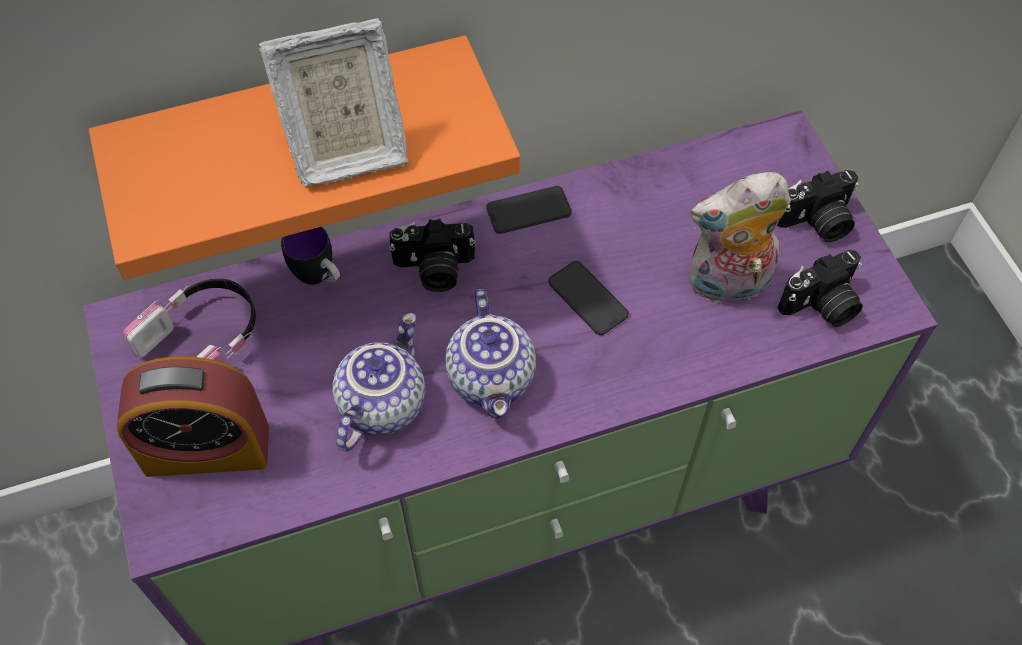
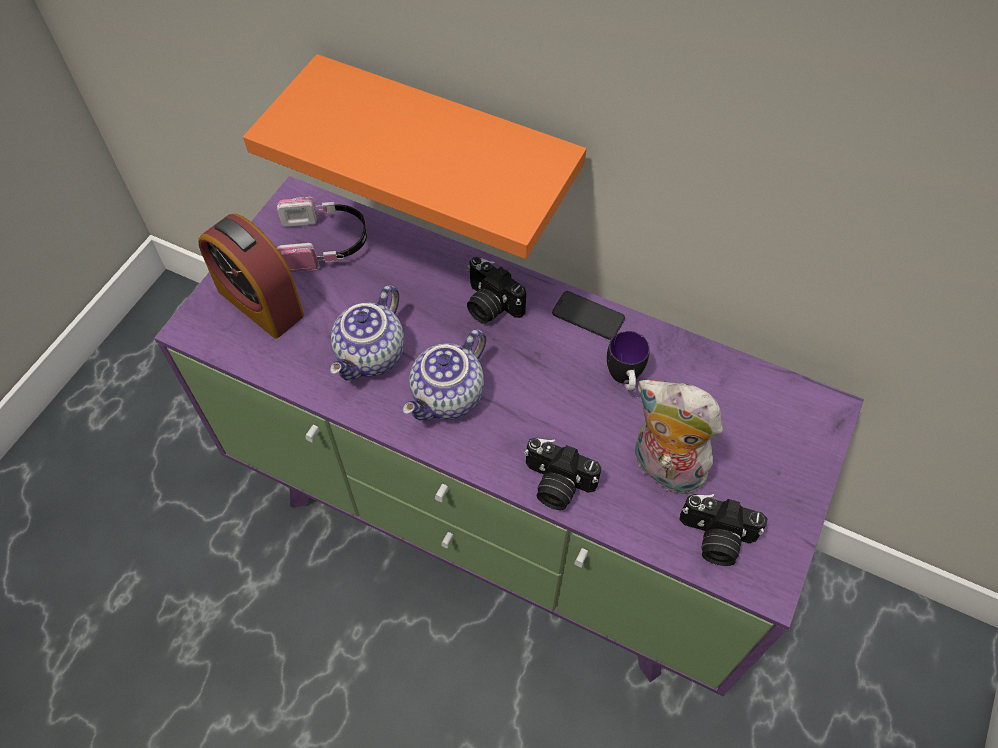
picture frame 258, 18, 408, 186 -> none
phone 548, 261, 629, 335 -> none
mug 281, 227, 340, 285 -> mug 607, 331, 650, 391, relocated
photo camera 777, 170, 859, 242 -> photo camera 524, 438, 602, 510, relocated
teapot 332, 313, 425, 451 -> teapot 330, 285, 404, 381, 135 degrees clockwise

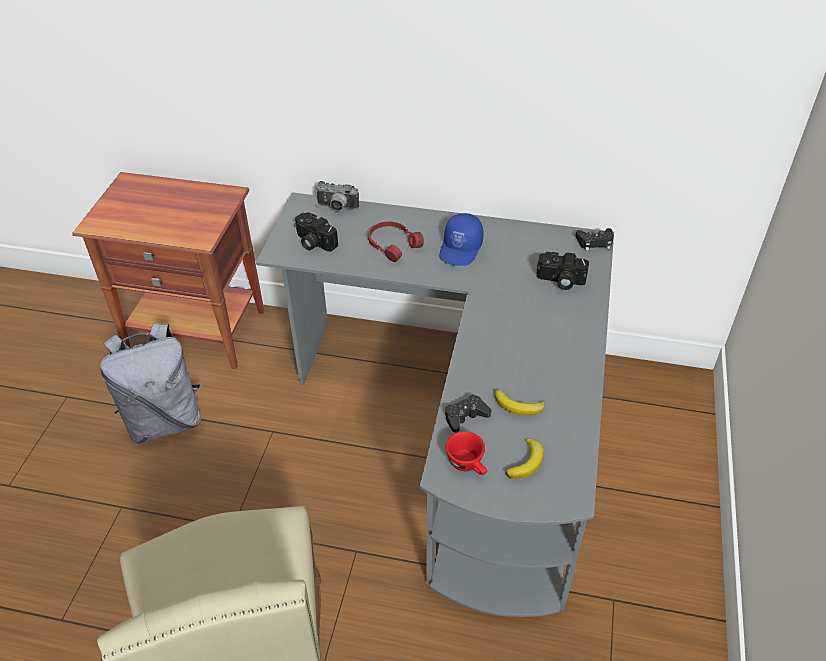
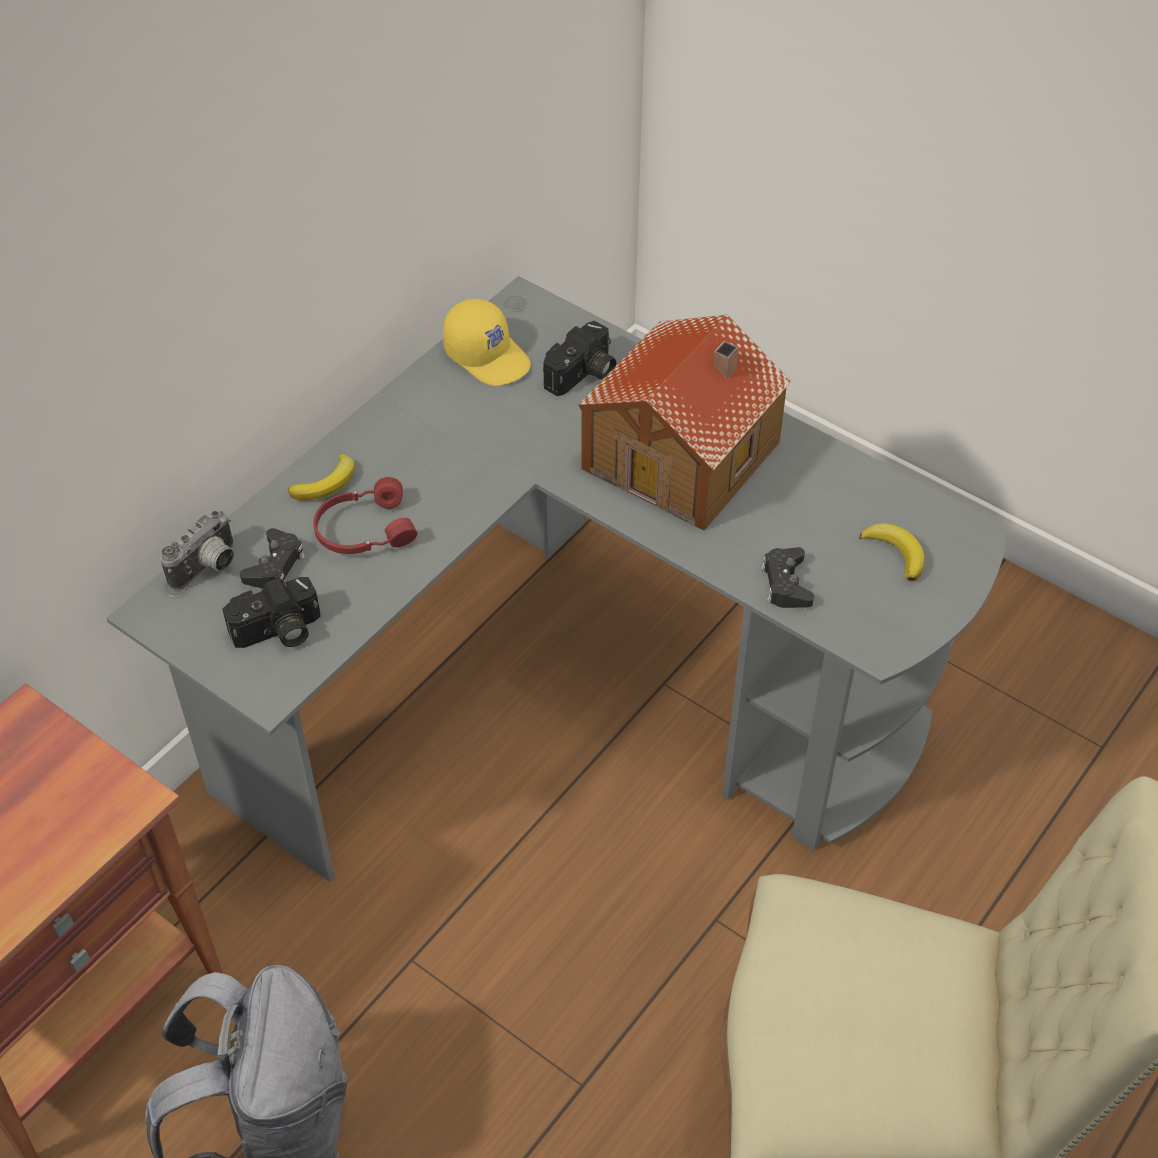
cap in blue 439, 213, 484, 266 -> none
cup in red 446, 431, 487, 475 -> none
none -> cap in yellow 443, 299, 531, 386
none -> toy house 578, 315, 792, 530
banana 495, 389, 545, 415 -> banana 288, 454, 355, 501, relocated
game controller in black 575, 228, 614, 251 -> game controller in black 240, 528, 305, 589, relocated

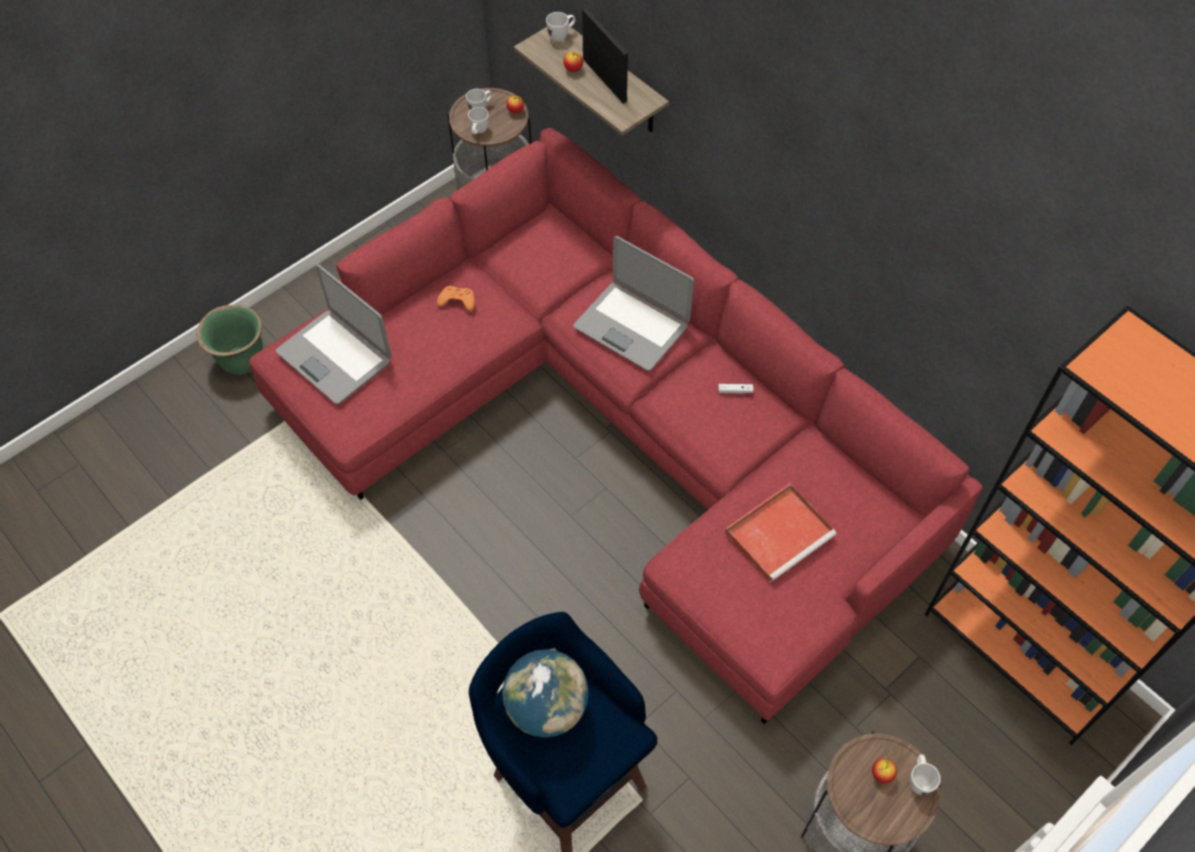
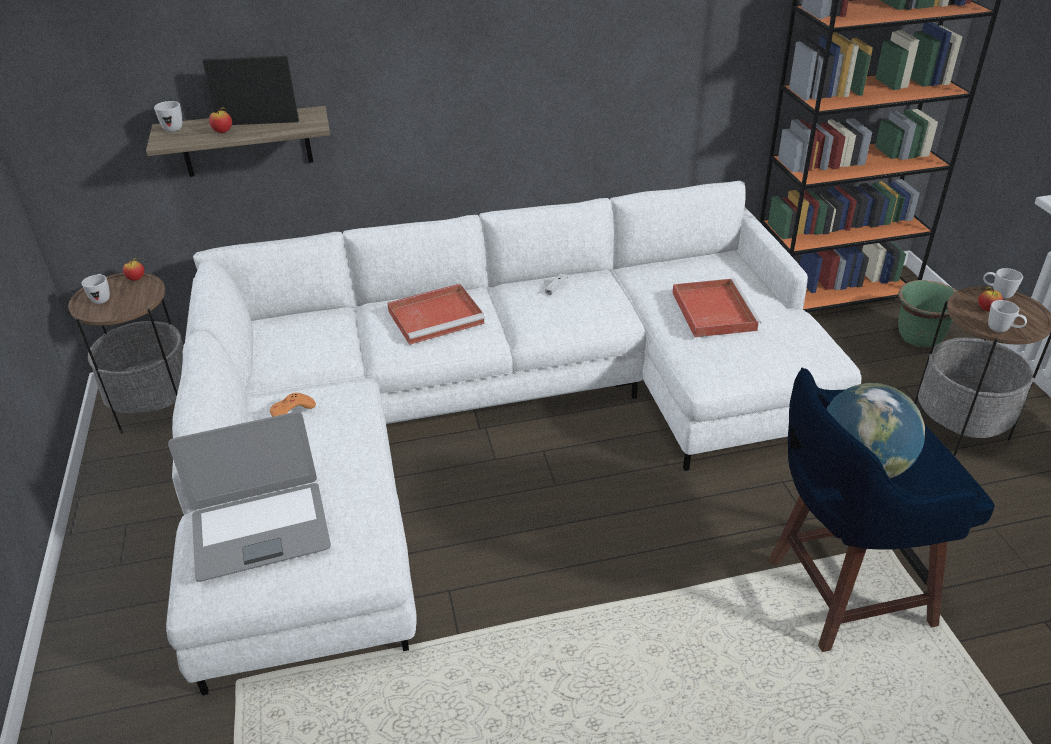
planter in green 196, 305, 263, 375 -> planter in green 898, 280, 957, 348, relocated
mug in white 468, 107, 489, 134 -> mug in white 988, 300, 1027, 332, relocated
laptop 574, 236, 694, 371 -> tray in red 387, 284, 485, 345
sofa in red 249, 128, 983, 724 -> sofa in white 166, 181, 862, 696

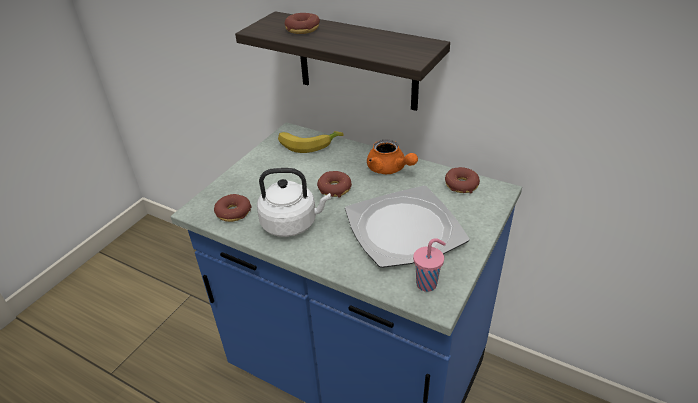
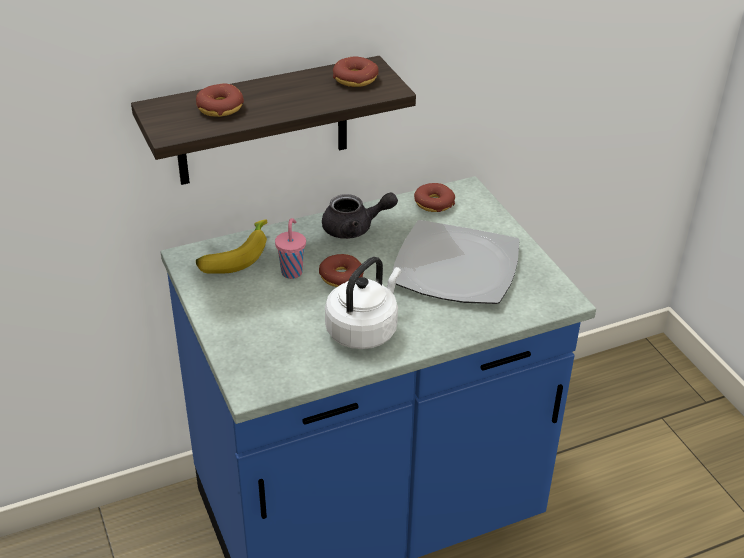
donut 214, 194, 252, 222 -> donut 333, 57, 379, 87, relocated
cup in pink 413, 238, 446, 292 -> cup in pink 275, 218, 306, 279, relocated
teapot in orange 367, 140, 418, 174 -> teapot in grey 322, 192, 398, 239

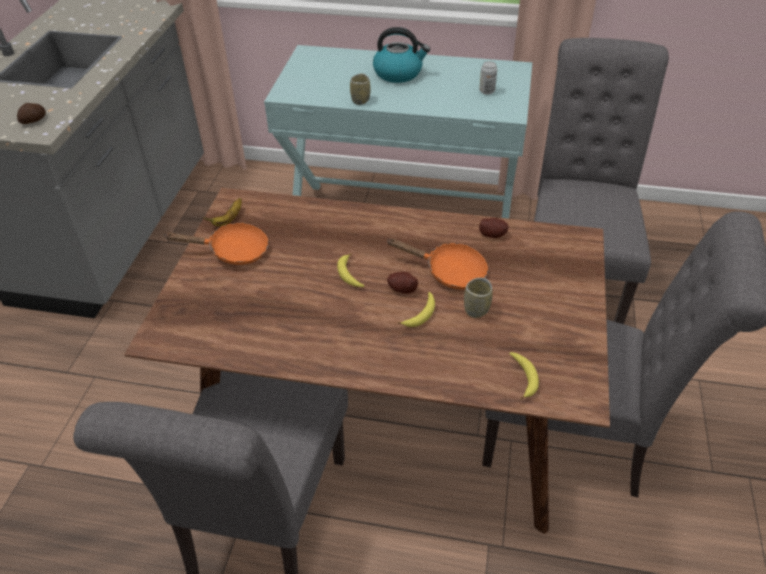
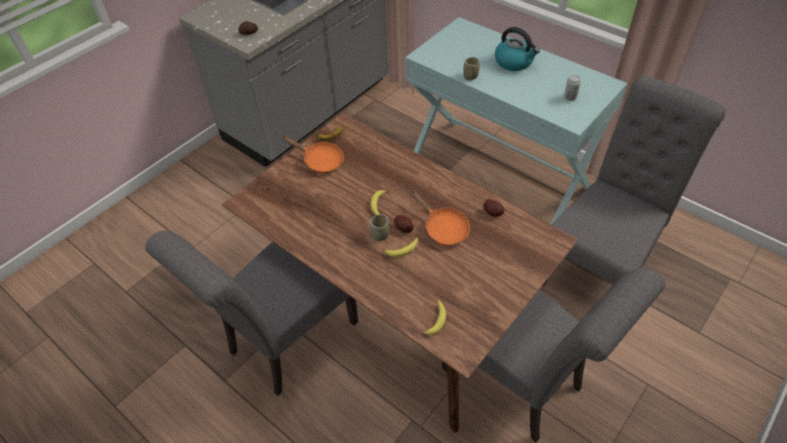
cup 464, 278, 492, 318 -> cup 369, 214, 389, 241, relocated

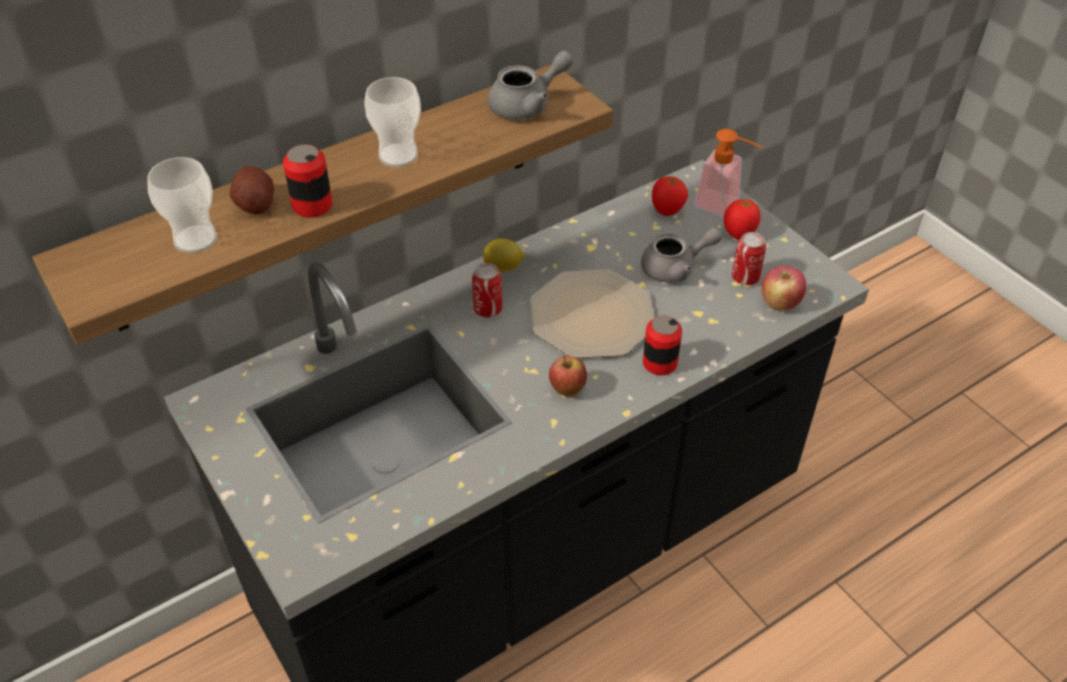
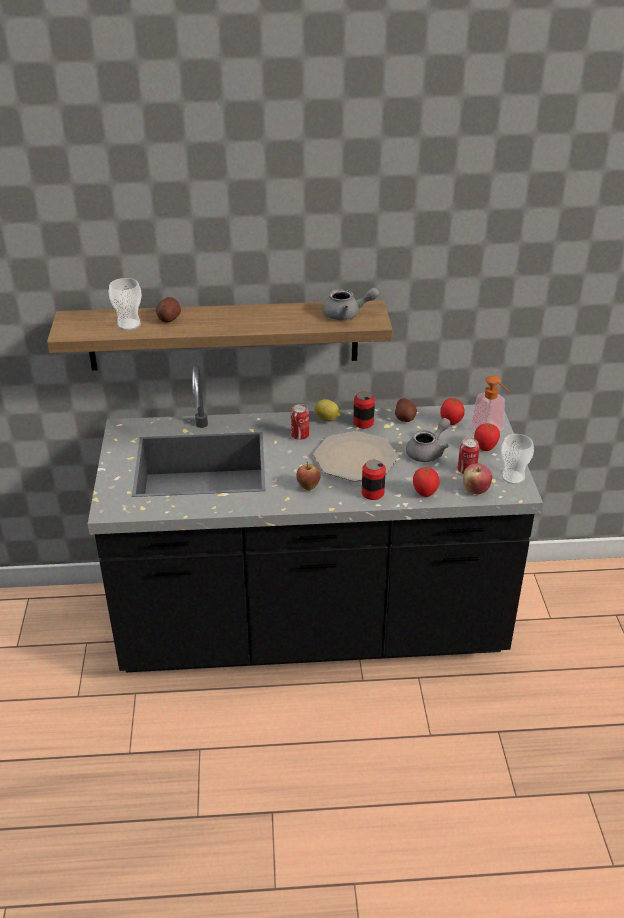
none -> potato 395, 398, 417, 422
none -> tomato 413, 467, 440, 497
can 283, 144, 333, 218 -> can 353, 392, 375, 429, relocated
cup 364, 77, 421, 167 -> cup 501, 434, 534, 484, relocated
teapot in grey 641, 227, 723, 283 -> teapot in grey 406, 418, 451, 462, 60 degrees counterclockwise

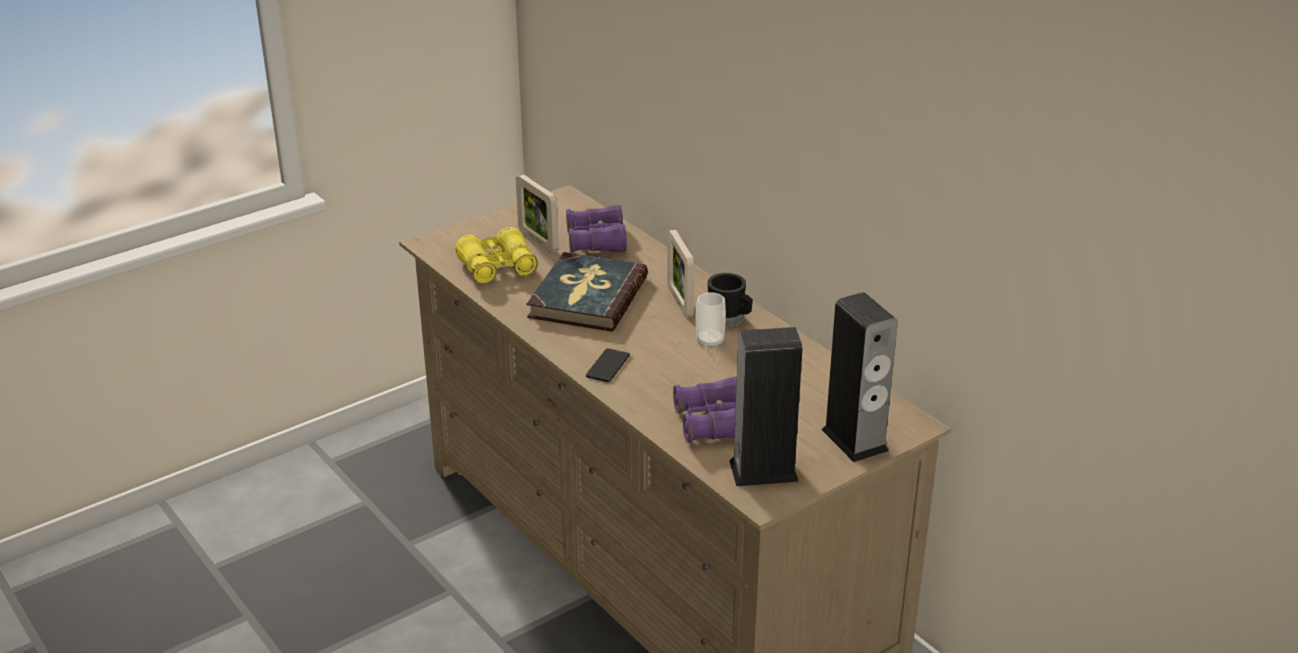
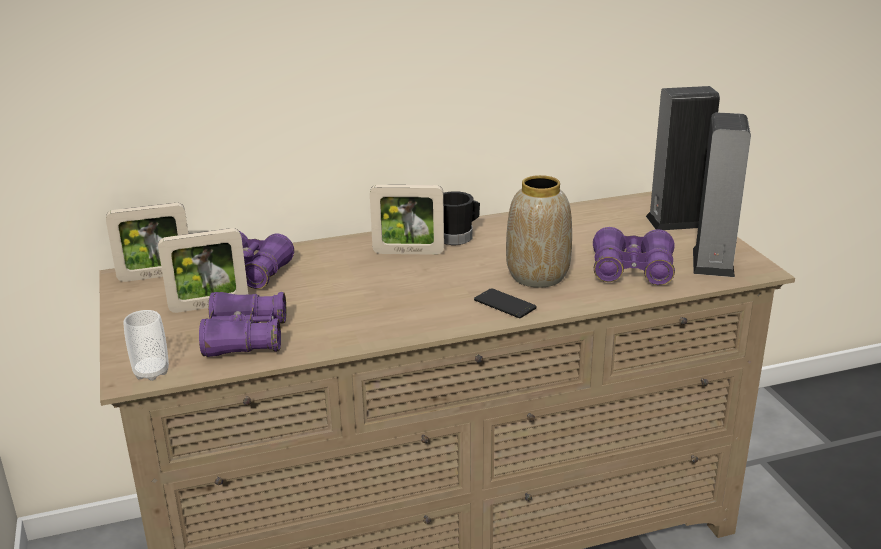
book 527, 252, 648, 332 -> none
none -> picture frame 106, 203, 188, 282
none -> vase 506, 175, 572, 288
cup 696, 292, 726, 348 -> cup 123, 310, 169, 381, relocated
binoculars in yellow 455, 227, 538, 284 -> binoculars in purple 199, 292, 286, 357

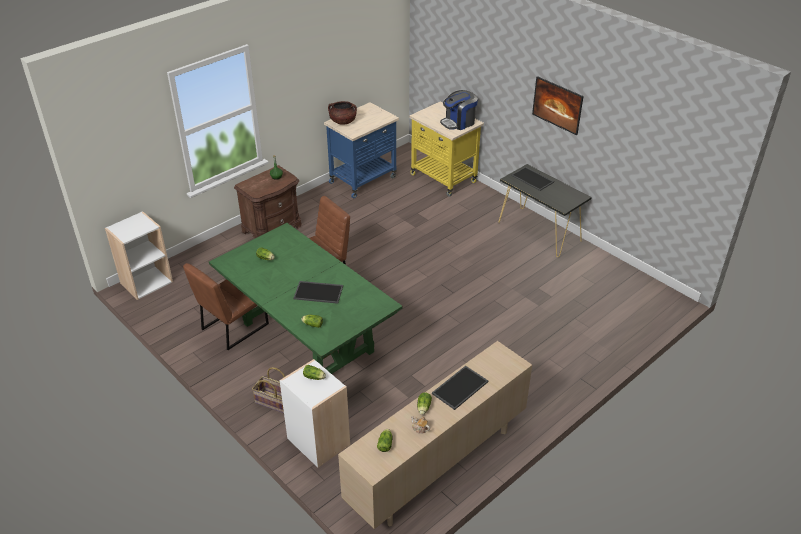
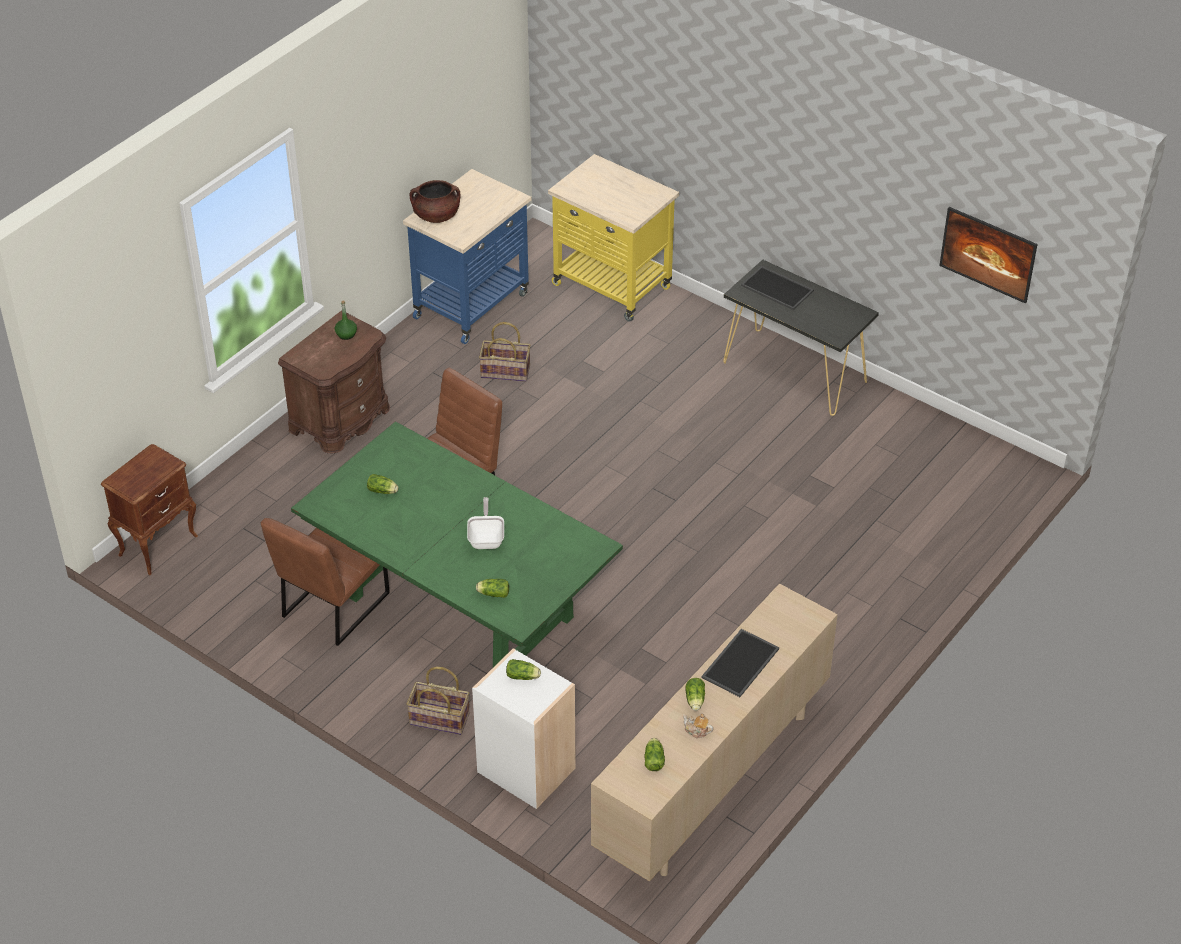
coffee machine 440, 90, 478, 130 -> none
none -> basket 479, 322, 531, 382
picture 532, 76, 583, 135 -> picture 939, 207, 1038, 304, relocated
bookcase in white 105, 211, 173, 300 -> nightstand in brown 101, 444, 198, 576
tray 293, 281, 343, 304 -> frying pan 467, 497, 504, 549

